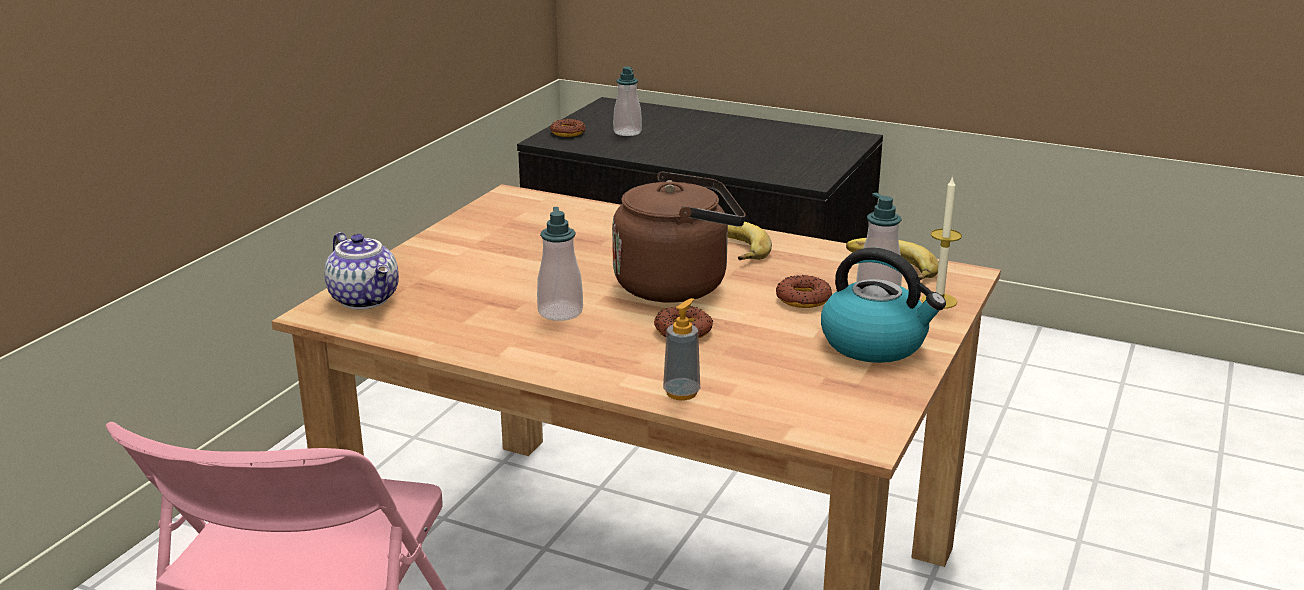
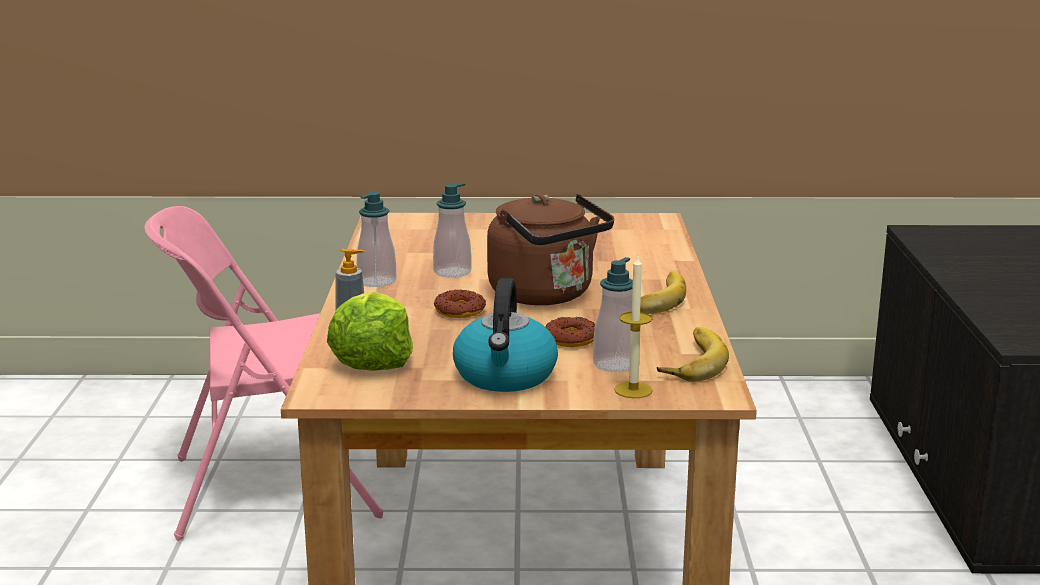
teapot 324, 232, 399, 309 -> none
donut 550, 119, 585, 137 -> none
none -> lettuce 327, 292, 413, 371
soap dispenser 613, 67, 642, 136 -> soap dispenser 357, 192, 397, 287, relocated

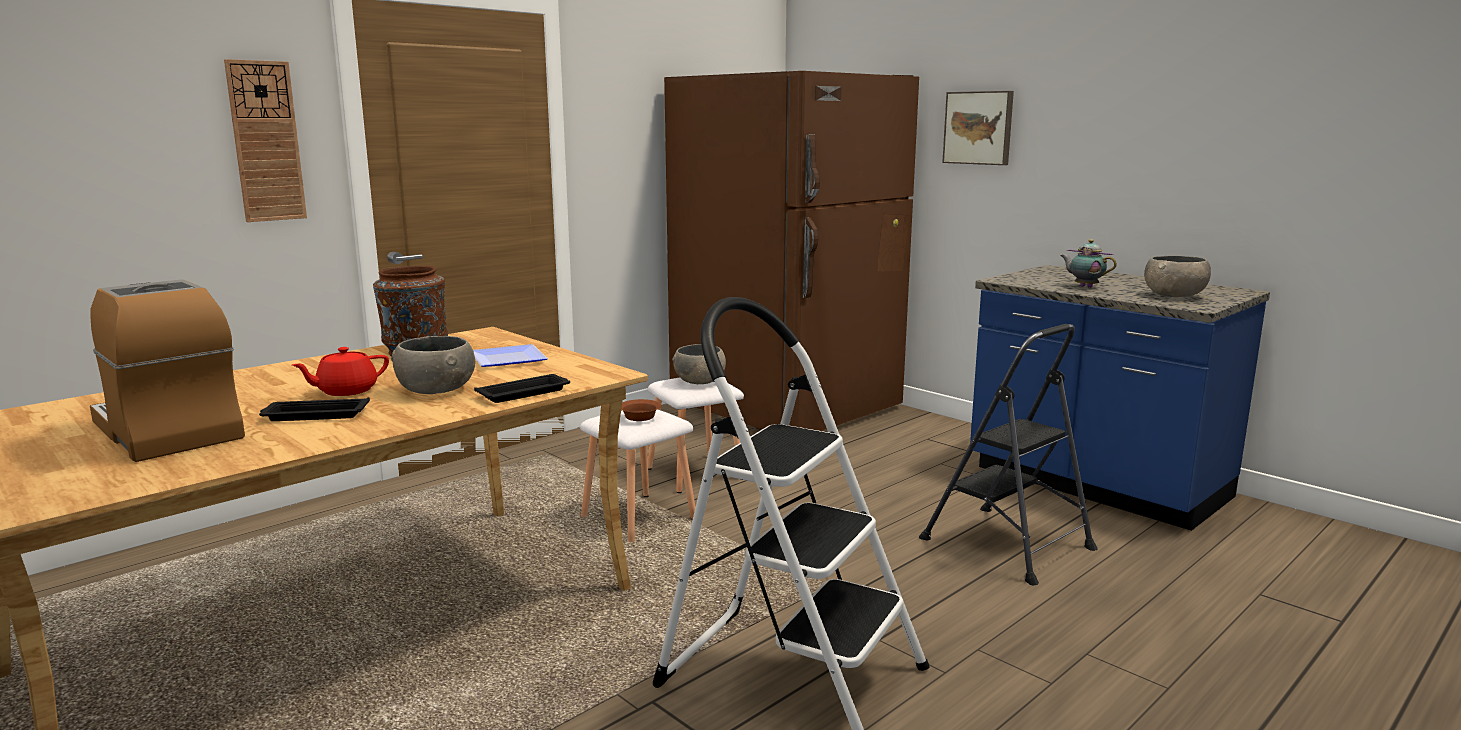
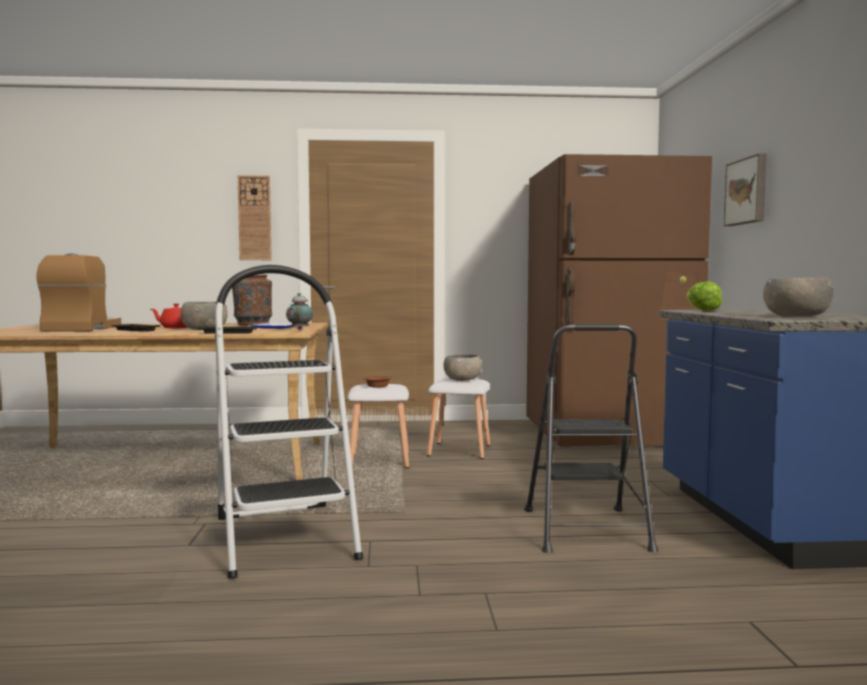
none -> lettuce 687, 281, 722, 311
teapot 1060, 239, 1117, 288 -> teapot 286, 293, 313, 330, relocated

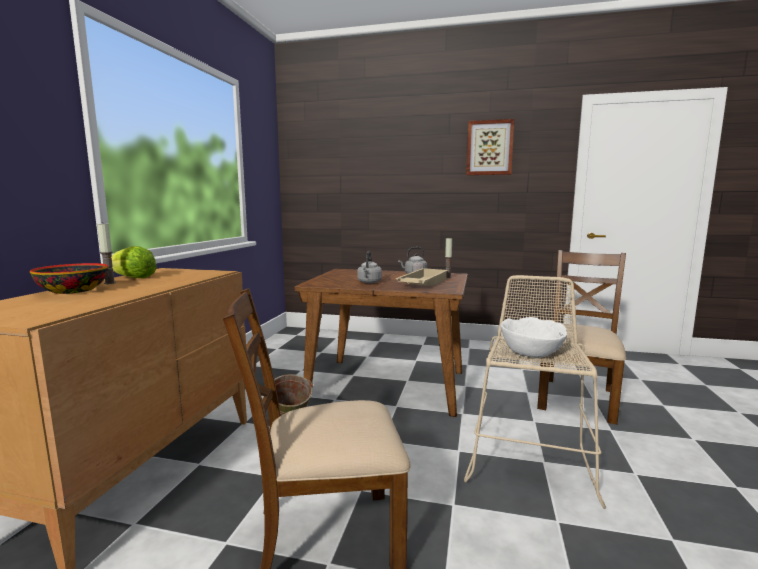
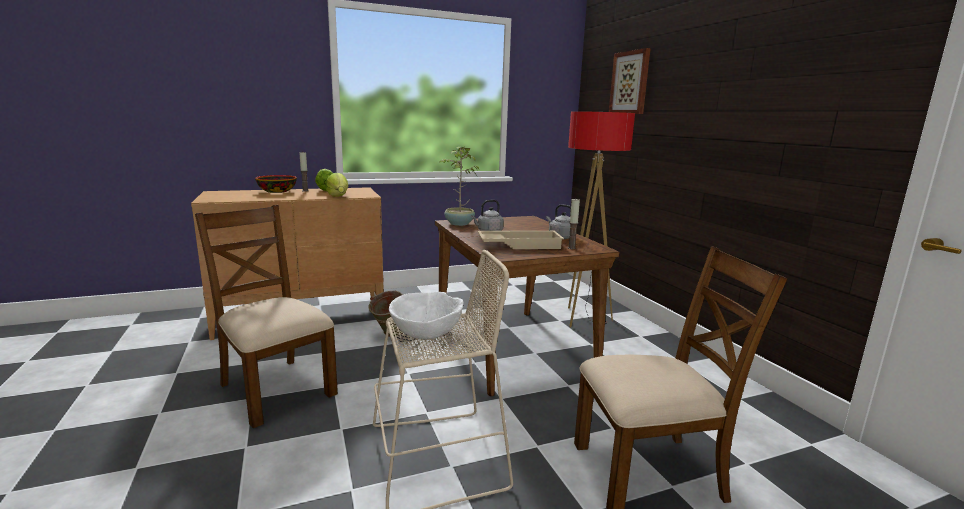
none -> lettuce 326, 173, 349, 197
none -> potted plant 439, 147, 479, 226
none -> floor lamp 568, 111, 635, 327
picture 466, 119, 514, 175 -> picture 609, 48, 651, 114, relocated

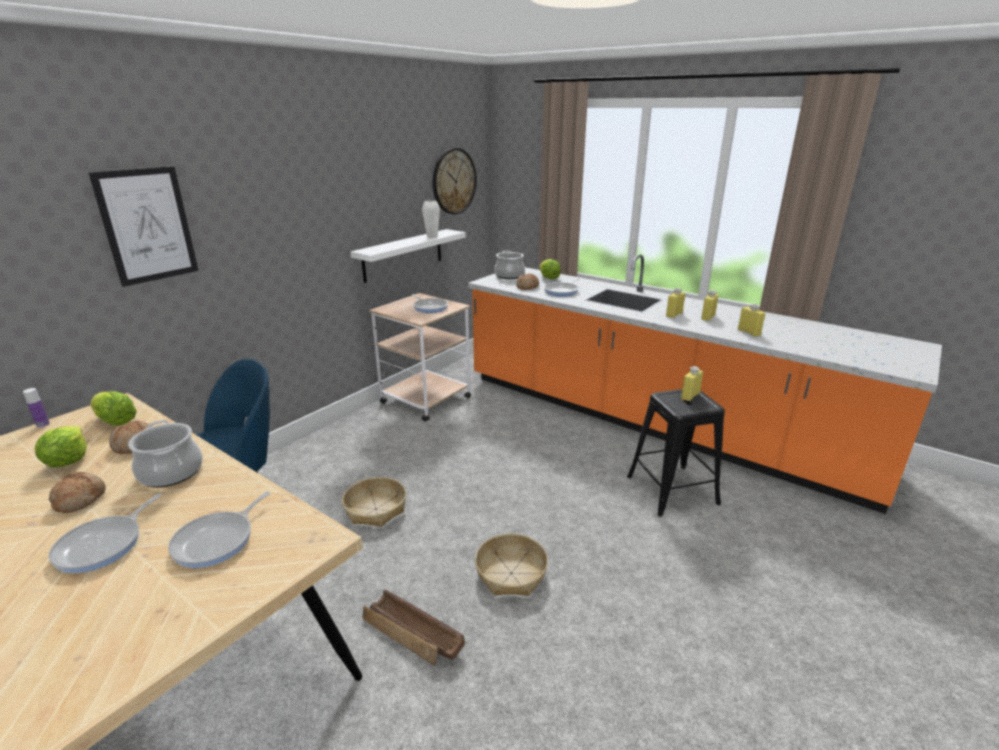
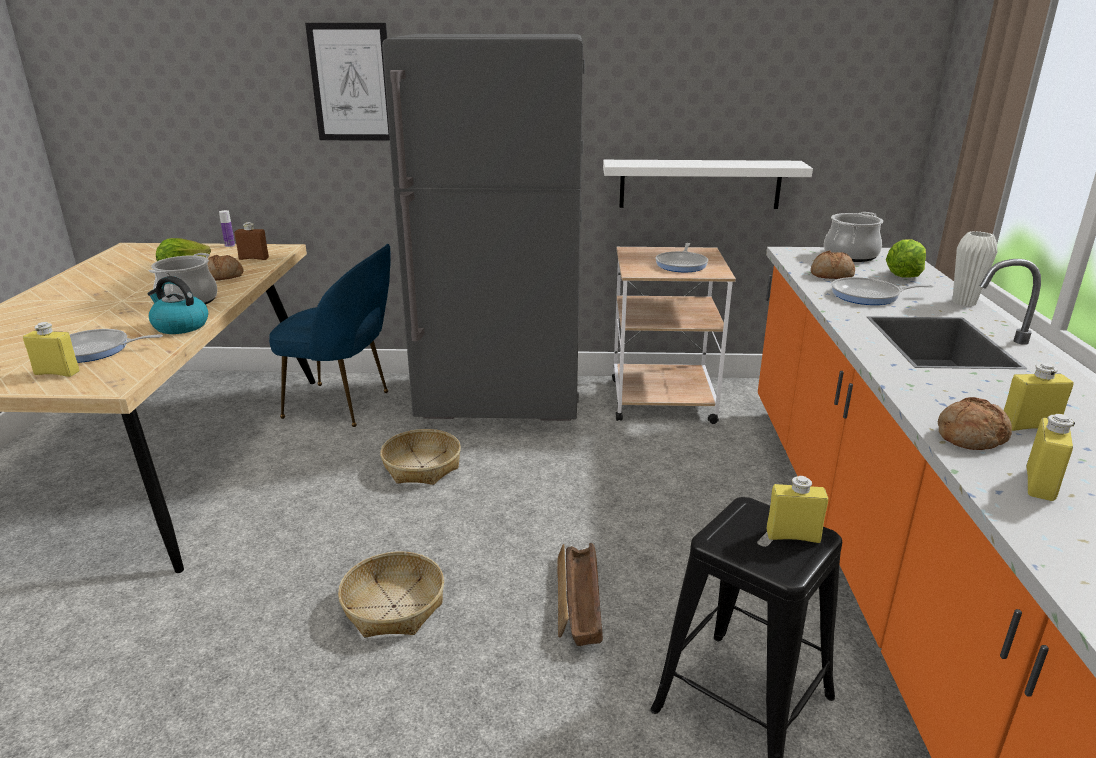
frying pan 48, 493, 162, 573 -> none
wall clock 433, 148, 477, 214 -> none
none -> kettle 148, 276, 208, 334
none -> fridge in grey 382, 34, 585, 421
bread 49, 472, 106, 513 -> bread 938, 397, 1012, 450, relocated
crate 362, 590, 465, 666 -> crate 558, 543, 603, 646, relocated
vase in white 422, 200, 440, 238 -> vase in white 952, 231, 997, 306, relocated
bottle in yellow 666, 288, 685, 318 -> bottle in yellow 23, 322, 79, 377, relocated
lettuce 90, 391, 137, 426 -> bottle in brown 234, 222, 269, 260

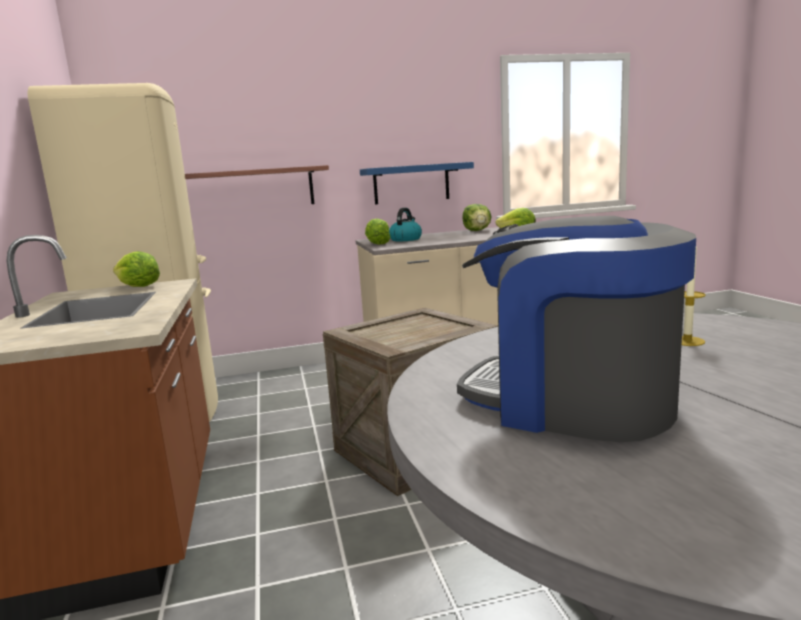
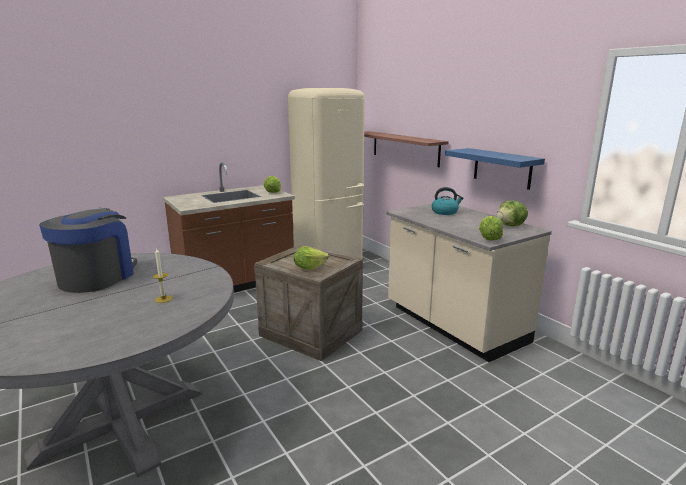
lettuce 365, 218, 390, 245 -> lettuce 294, 247, 329, 270, relocated

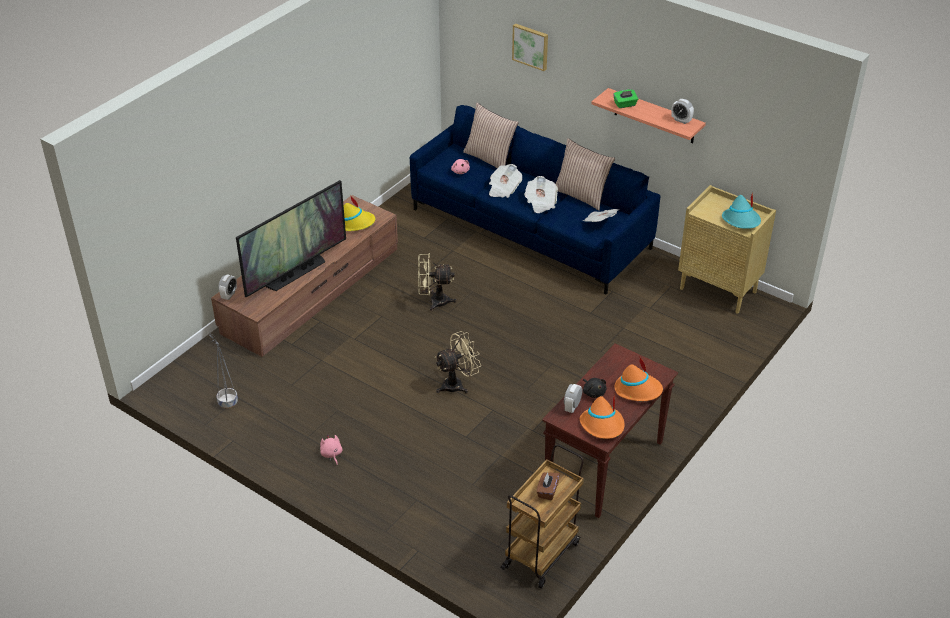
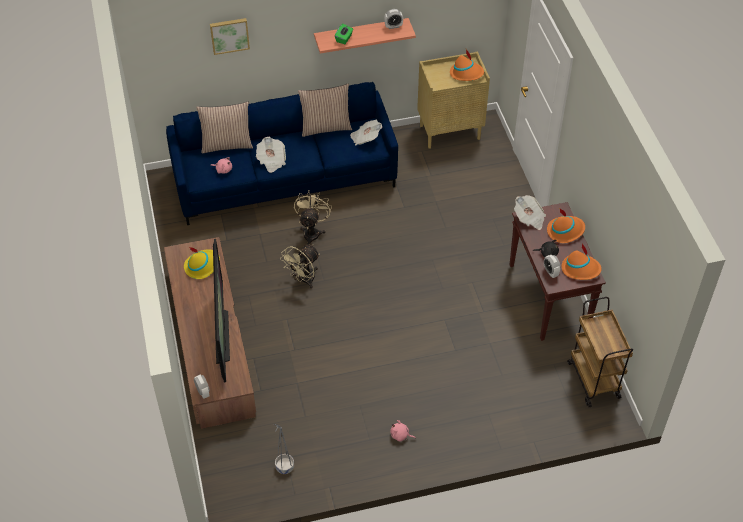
tissue box in brown 537, 472, 560, 500 -> none
fan in beige 434, 331, 481, 394 -> fan in beige 294, 191, 332, 245, relocated
newspaper 524, 176, 558, 213 -> newspaper 514, 195, 546, 230, relocated
hat in turquoise 722, 193, 761, 229 -> hat in orange 450, 49, 484, 81

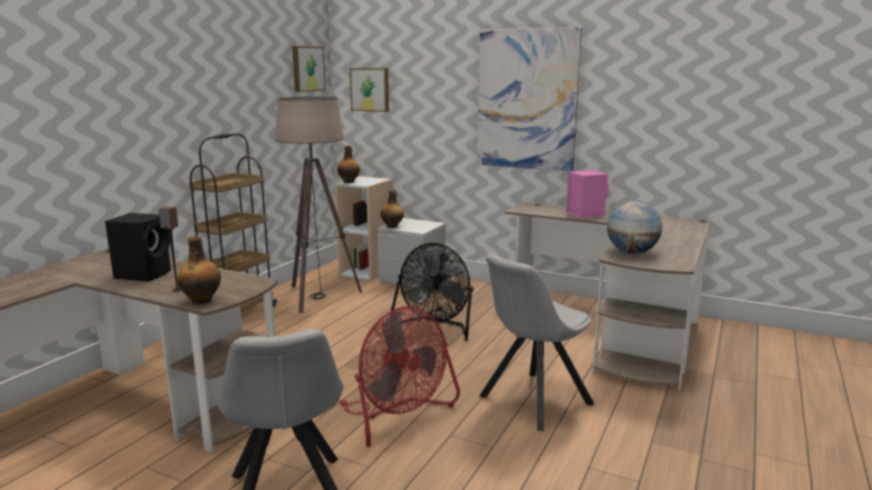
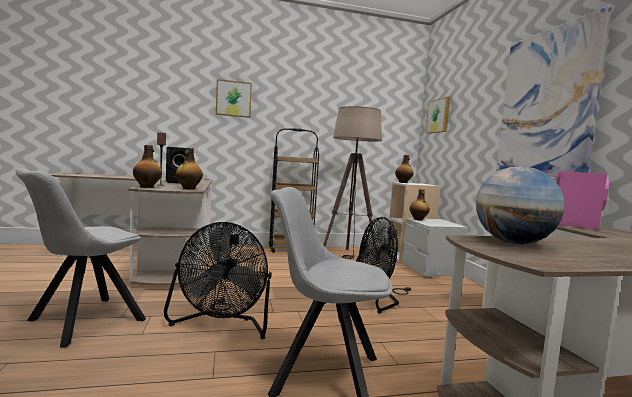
none -> bottle 176, 148, 203, 189
picture 292, 46, 326, 92 -> picture 216, 79, 252, 118, relocated
fan in red 340, 306, 460, 447 -> fan in black 164, 222, 272, 339

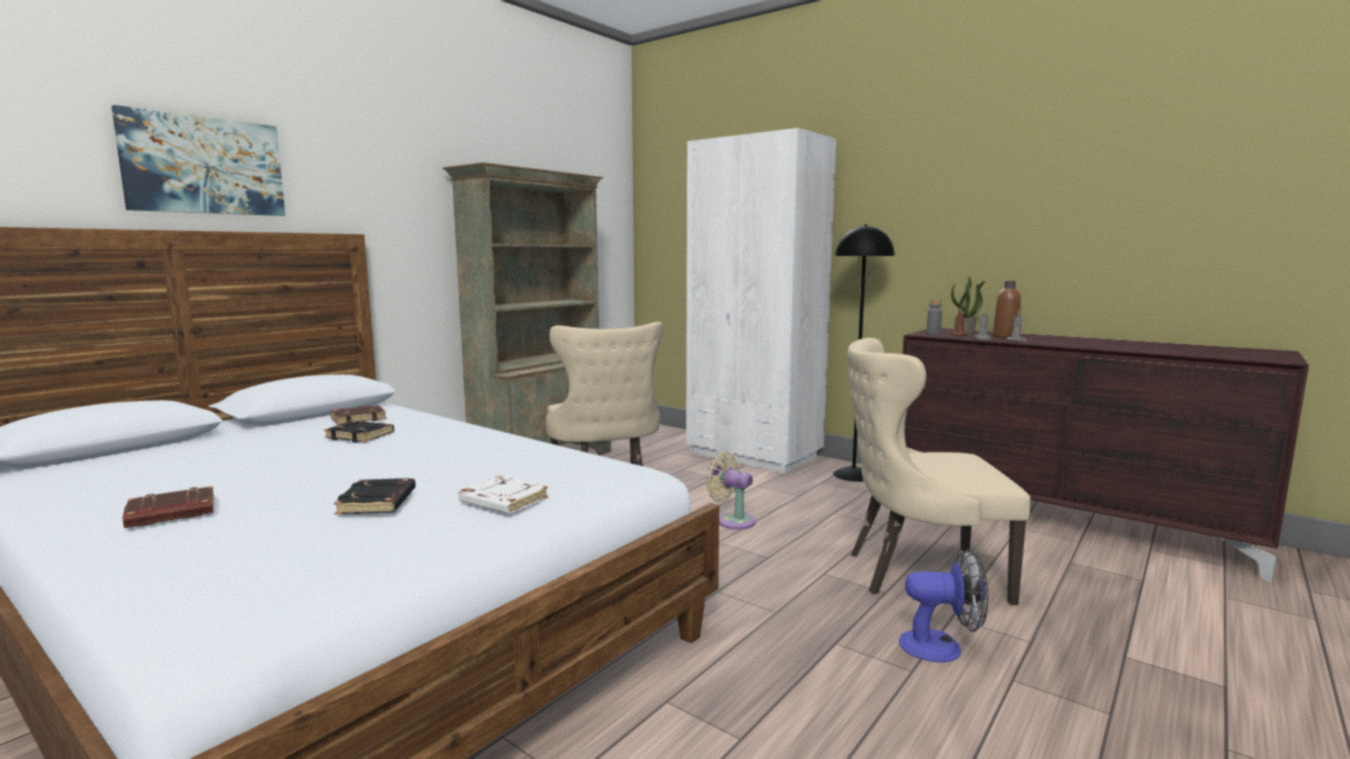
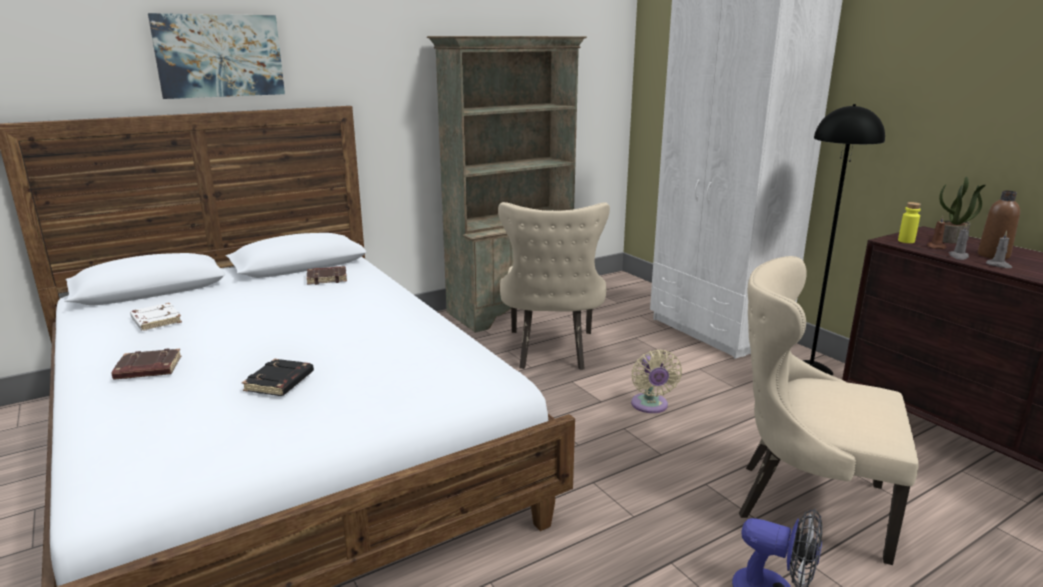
book in black 324, 421, 394, 442 -> none
book in white 458, 476, 548, 514 -> book in white 130, 303, 182, 331, relocated
bottle in grey 926, 300, 942, 335 -> bottle in yellow 898, 202, 921, 243
fan in beige 706, 451, 755, 530 -> fan in beige 631, 350, 682, 413, 150 degrees counterclockwise

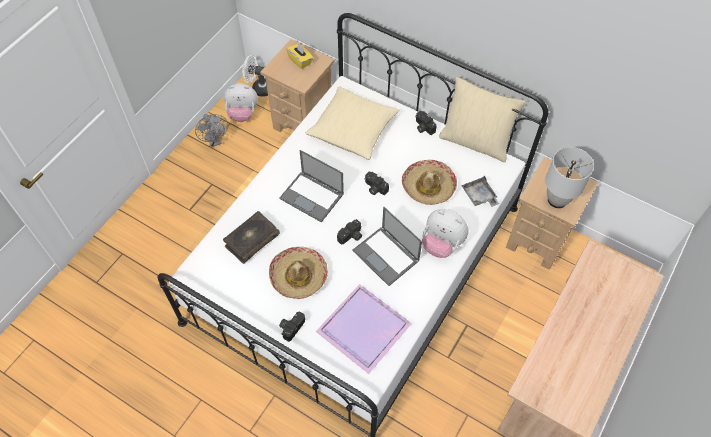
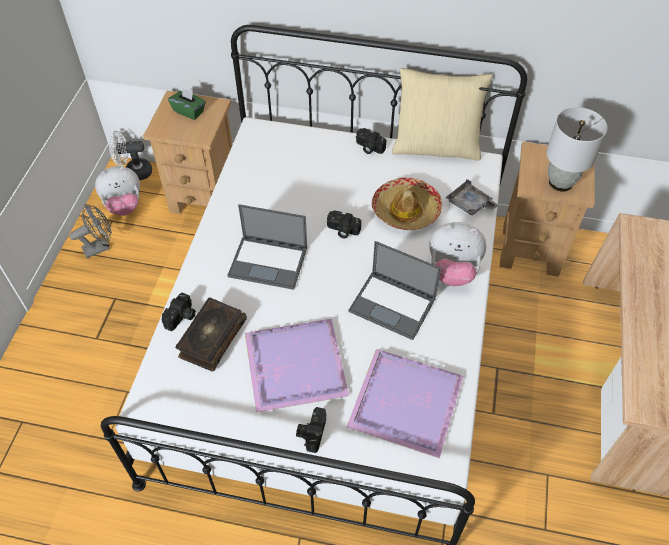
pillow in beige 305, 86, 399, 160 -> none
photo camera 337, 219, 362, 245 -> photo camera 162, 292, 196, 331, relocated
hat 269, 247, 328, 299 -> tray in purple 245, 319, 349, 413
tissue box in yellow 286, 43, 313, 69 -> tissue box in green 168, 88, 206, 120
fan in grey 195, 114, 228, 147 -> fan in grey 69, 204, 112, 258, 75 degrees counterclockwise

